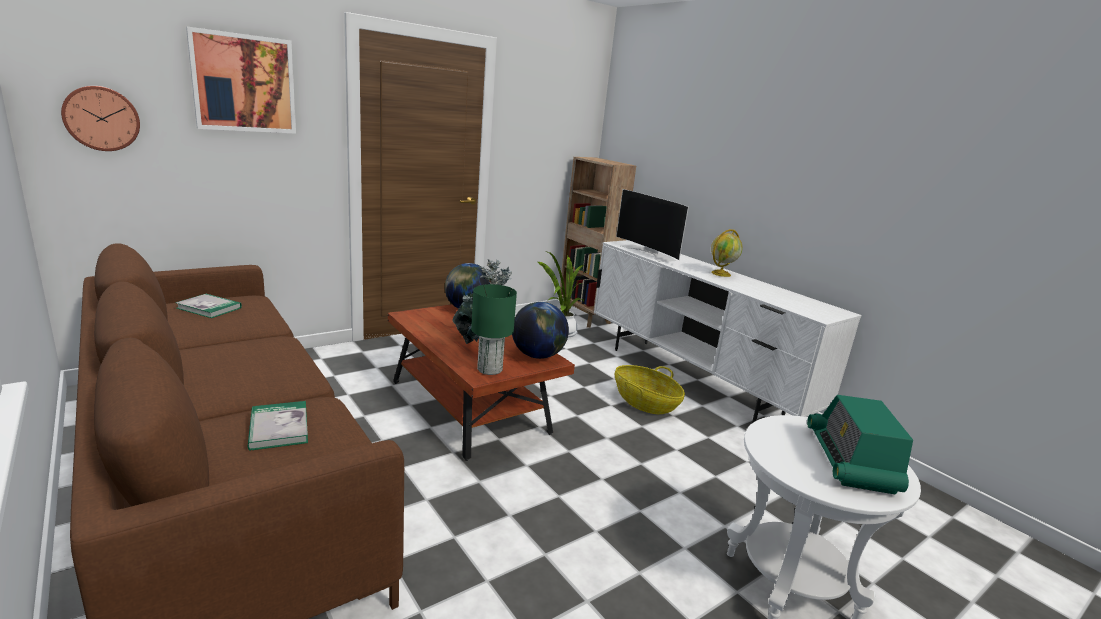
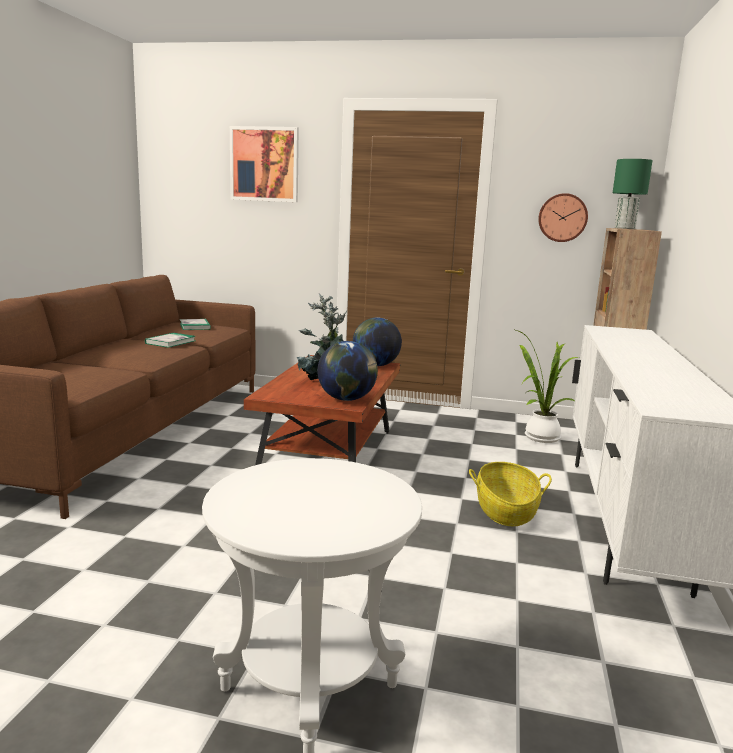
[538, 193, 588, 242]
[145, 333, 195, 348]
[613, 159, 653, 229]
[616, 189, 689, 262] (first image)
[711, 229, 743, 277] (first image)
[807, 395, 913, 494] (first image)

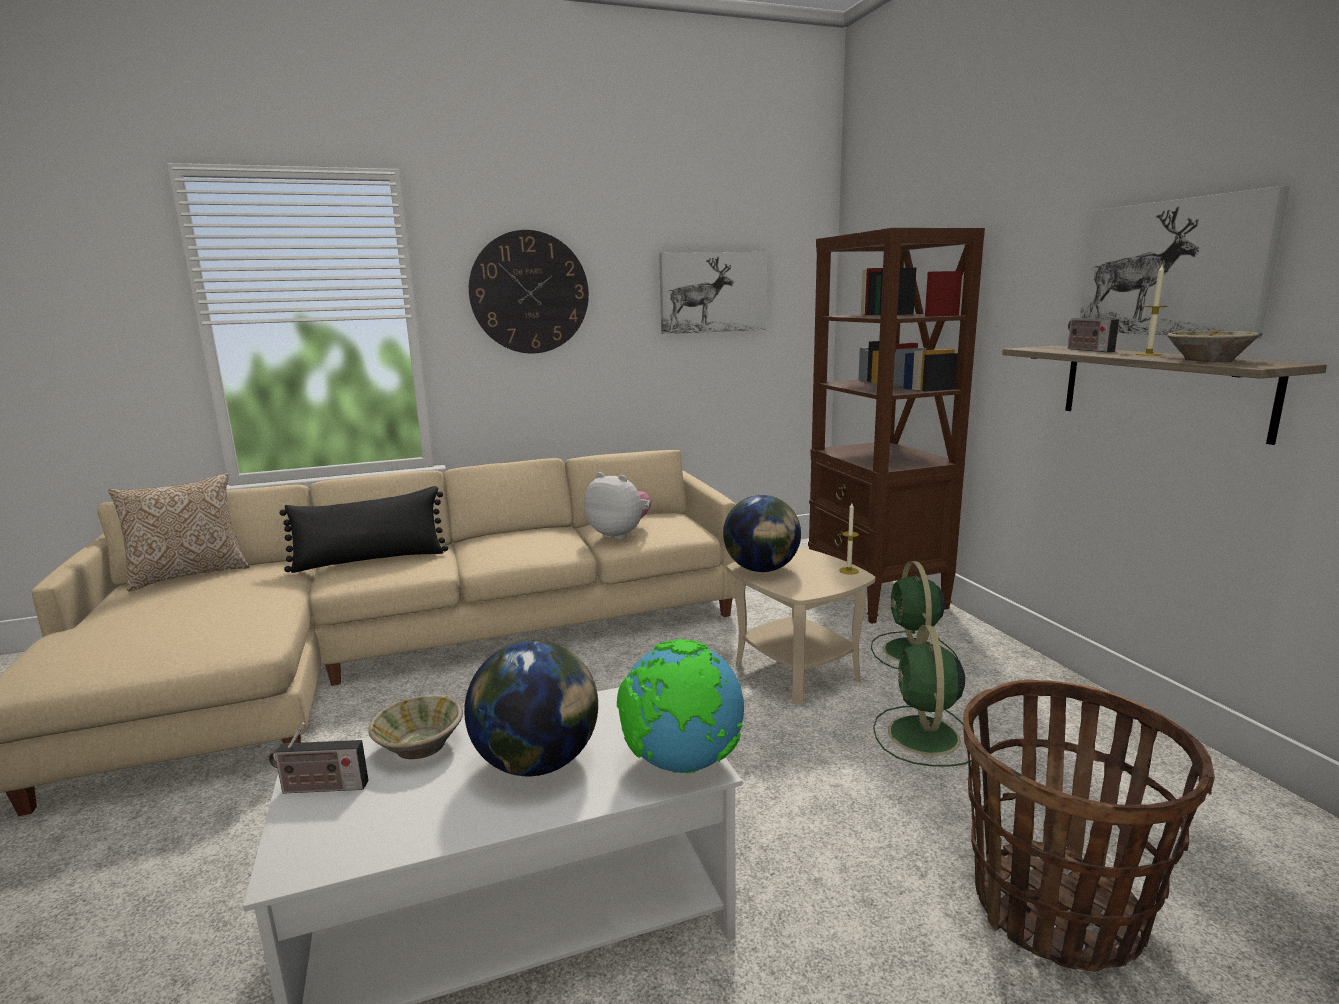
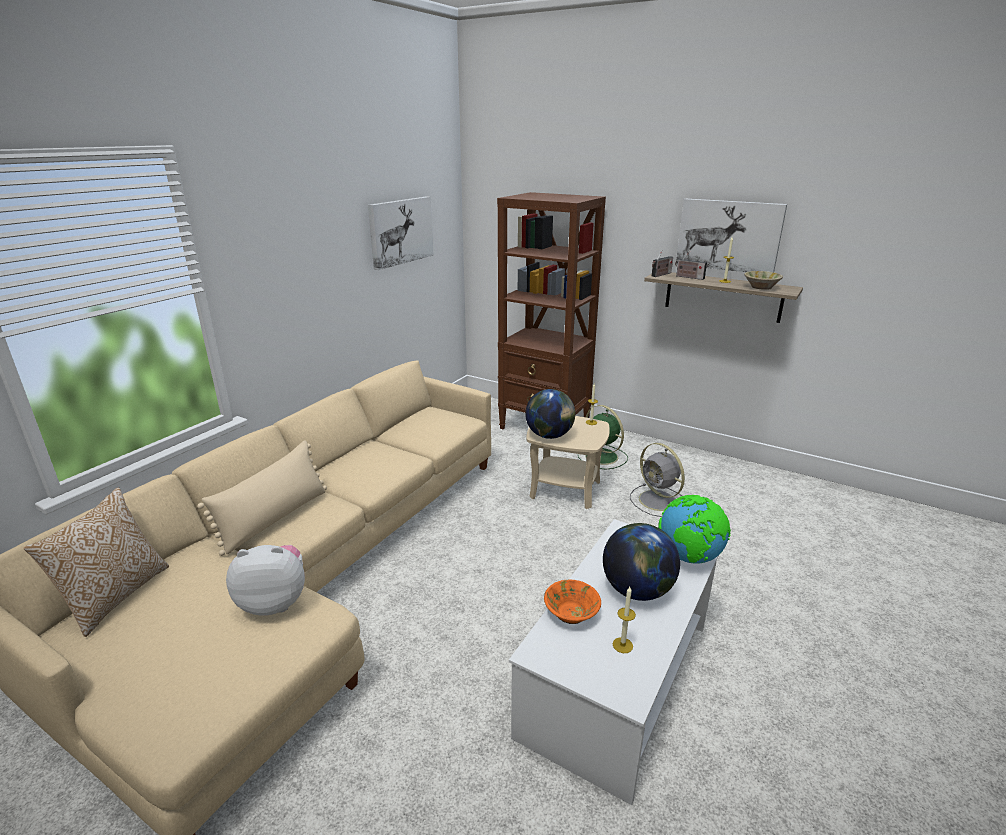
[652, 251, 673, 277]
[197, 440, 327, 556]
[544, 580, 601, 624]
[469, 230, 589, 354] (first image)
[226, 545, 305, 616]
[630, 443, 685, 517]
[963, 679, 1215, 971] (first image)
[613, 587, 636, 653]

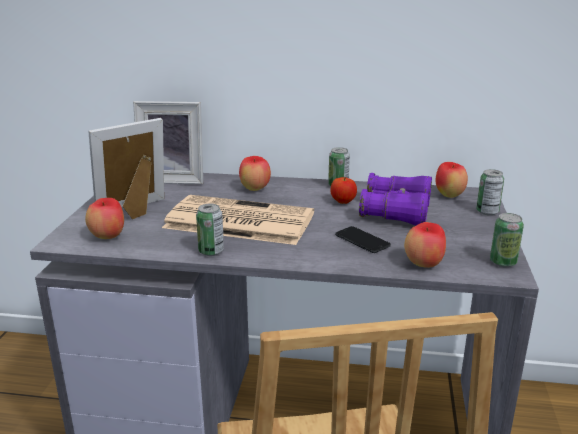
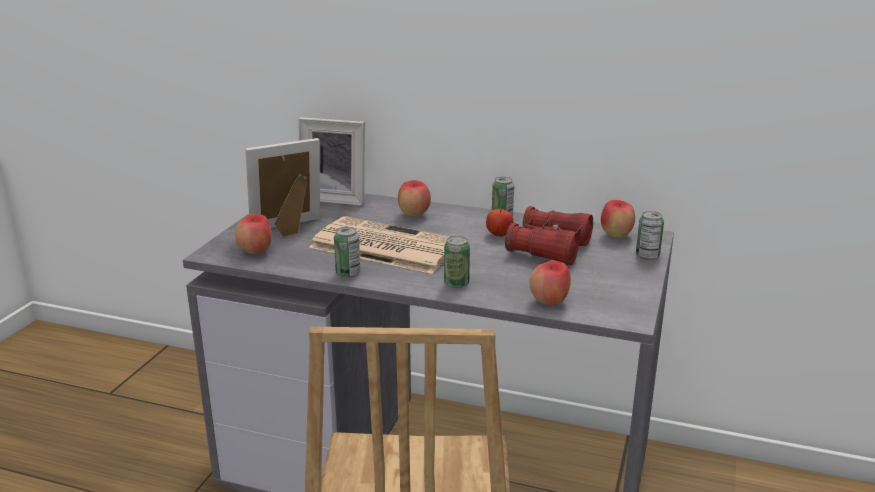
[335, 226, 391, 253] (first image)
[505, 206, 593, 265]
[444, 236, 470, 288]

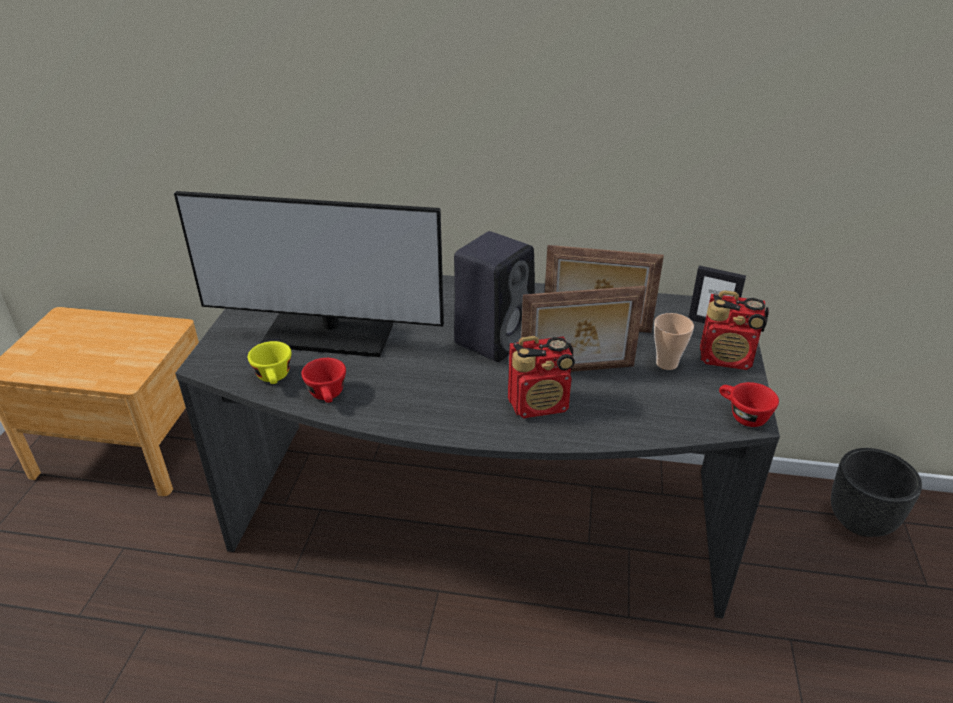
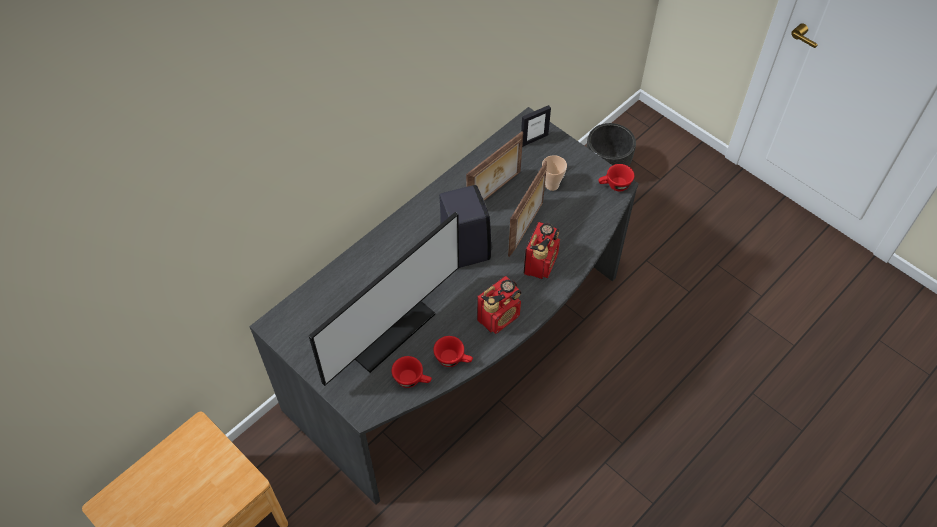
[392, 356, 432, 388]
[477, 276, 521, 334]

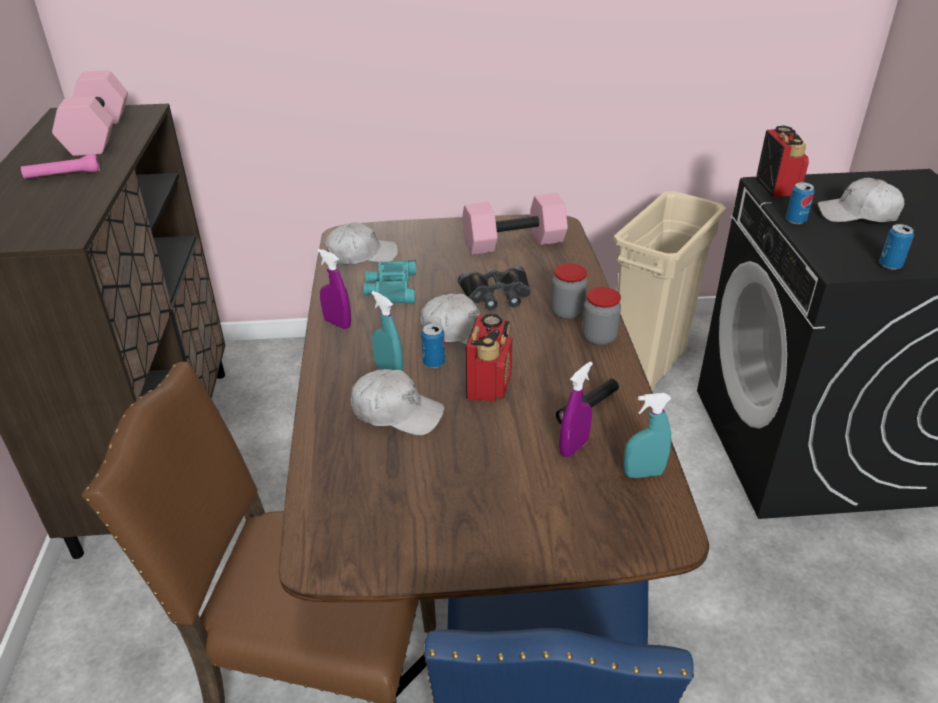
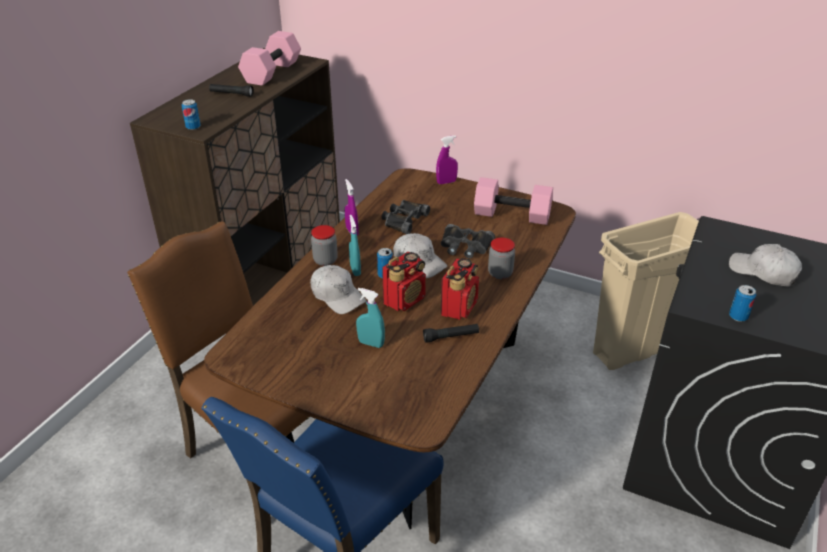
[209, 84, 254, 97]
[325, 222, 398, 265] (first image)
[382, 200, 430, 234]
[436, 135, 458, 184]
[311, 225, 338, 266]
[356, 288, 385, 348]
[441, 258, 479, 320]
[181, 99, 201, 130]

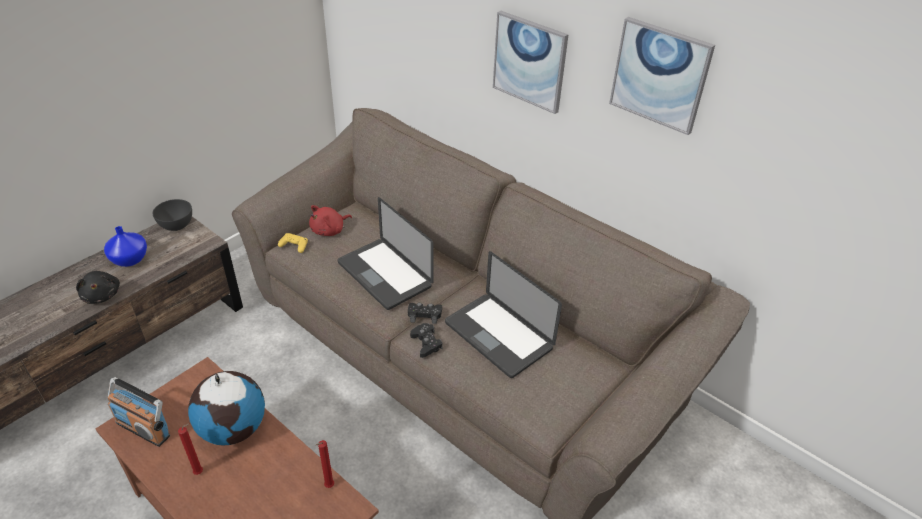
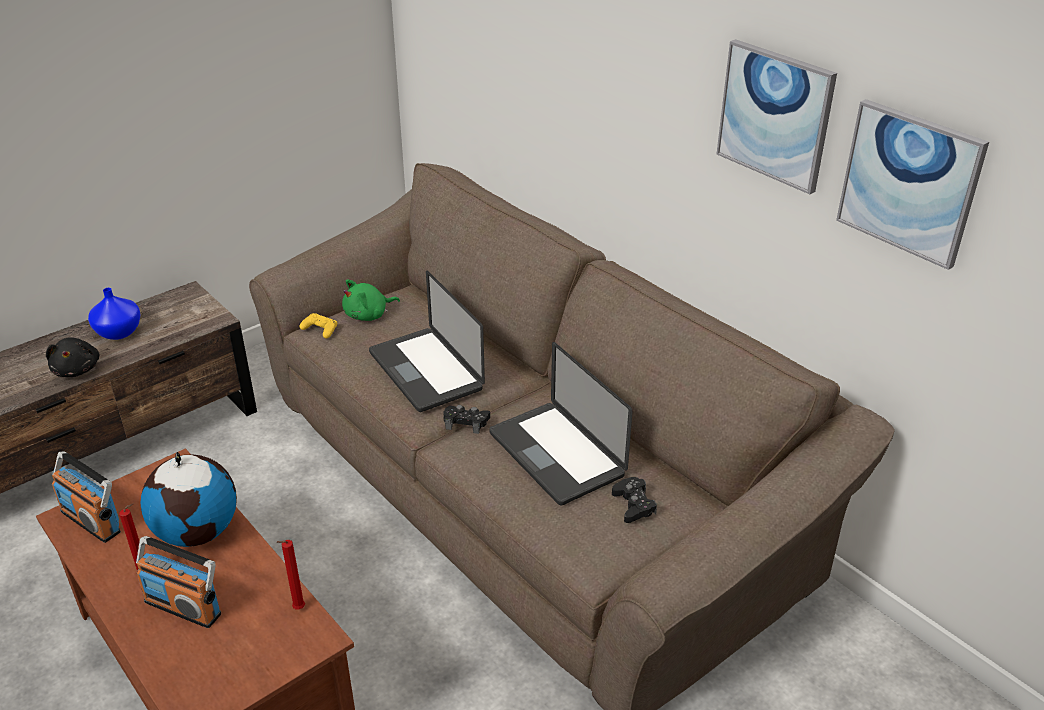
[152, 199, 192, 231] (first image)
[342, 280, 400, 321]
[612, 477, 657, 523]
[836, 99, 989, 270]
[136, 536, 221, 628]

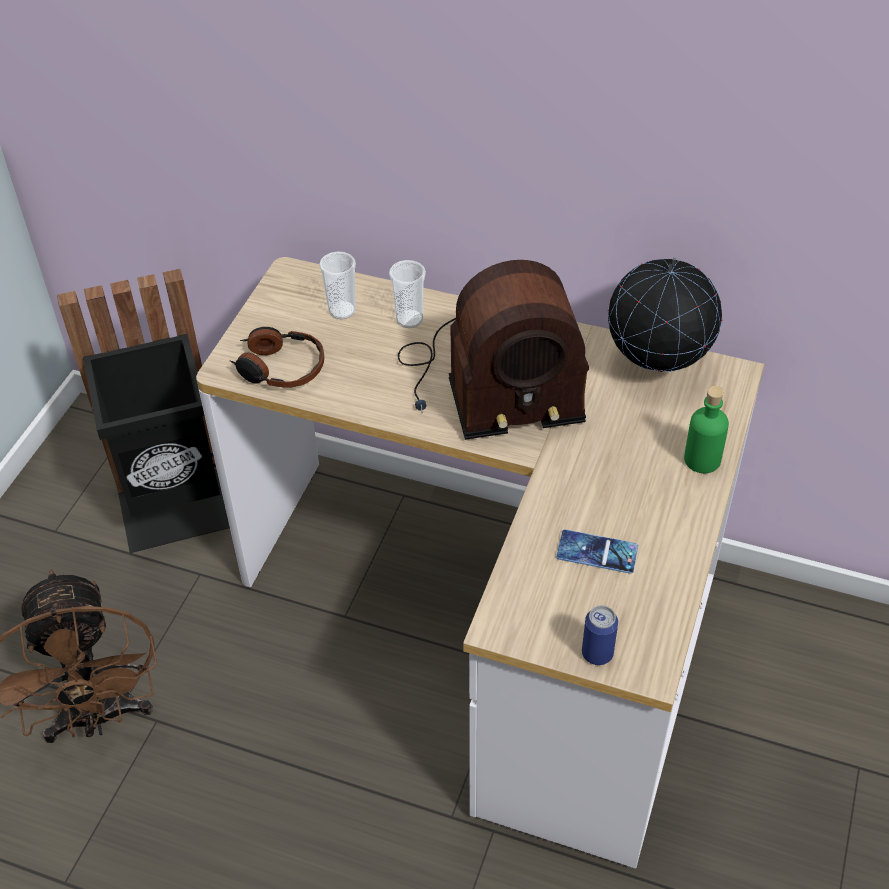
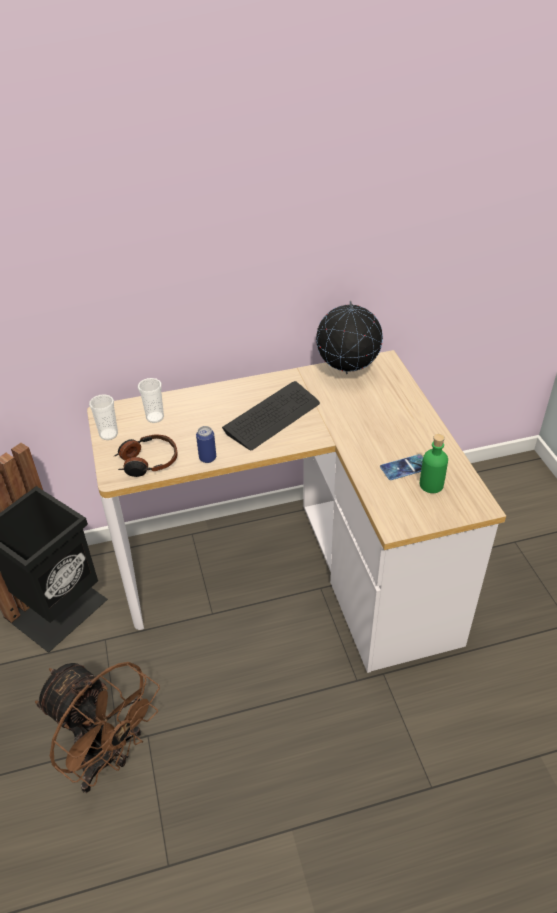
[89, 394, 118, 440]
[222, 381, 320, 450]
[196, 426, 216, 463]
[420, 434, 448, 493]

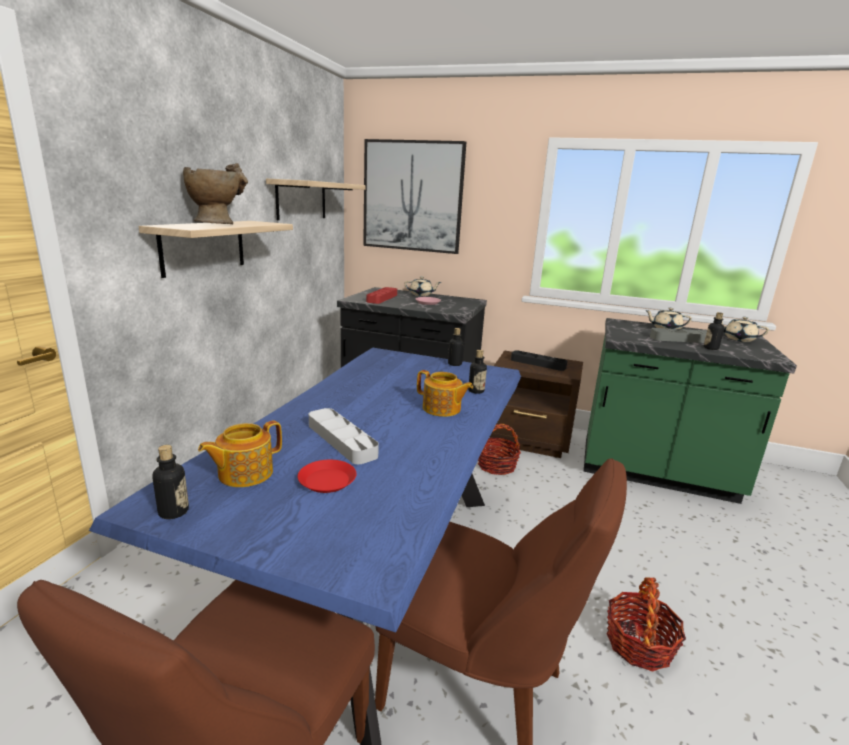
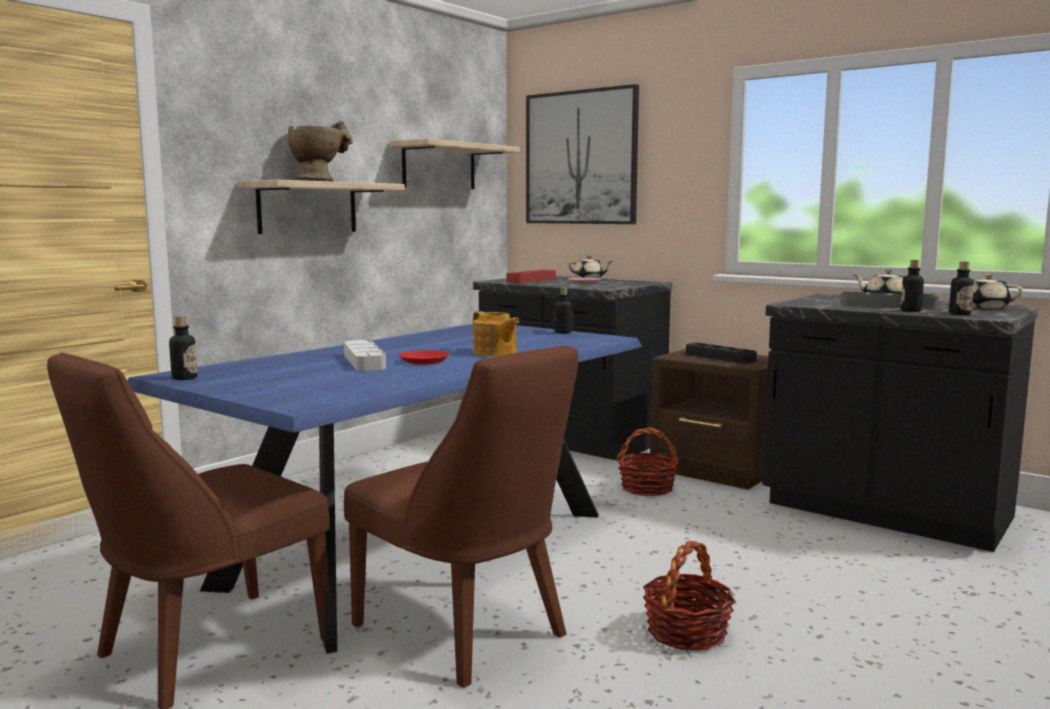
[198, 420, 282, 487] (first image)
[399, 350, 449, 364]
[949, 261, 974, 315]
[762, 294, 1039, 552]

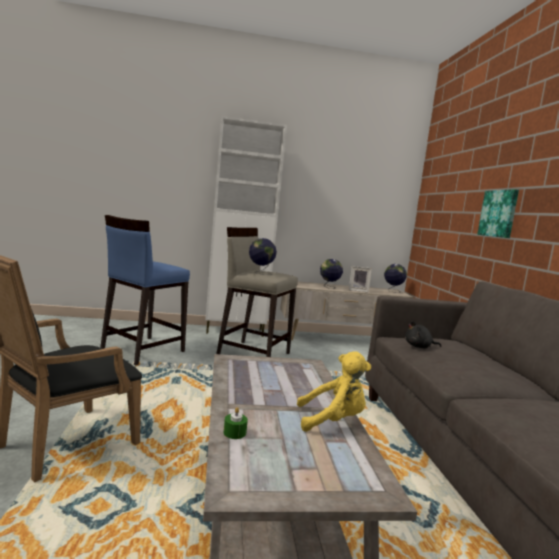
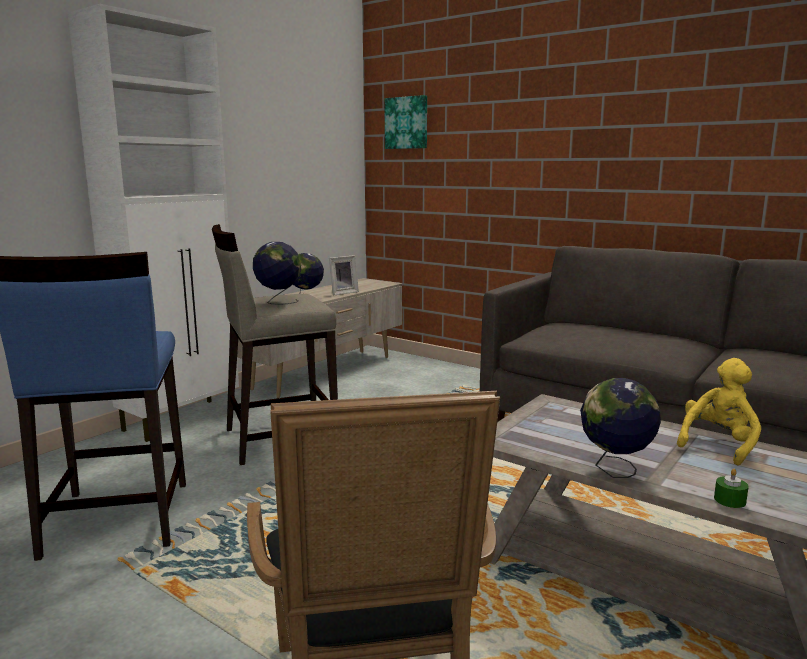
[580, 378, 661, 478]
[405, 321, 441, 348] (first image)
[384, 95, 427, 149]

